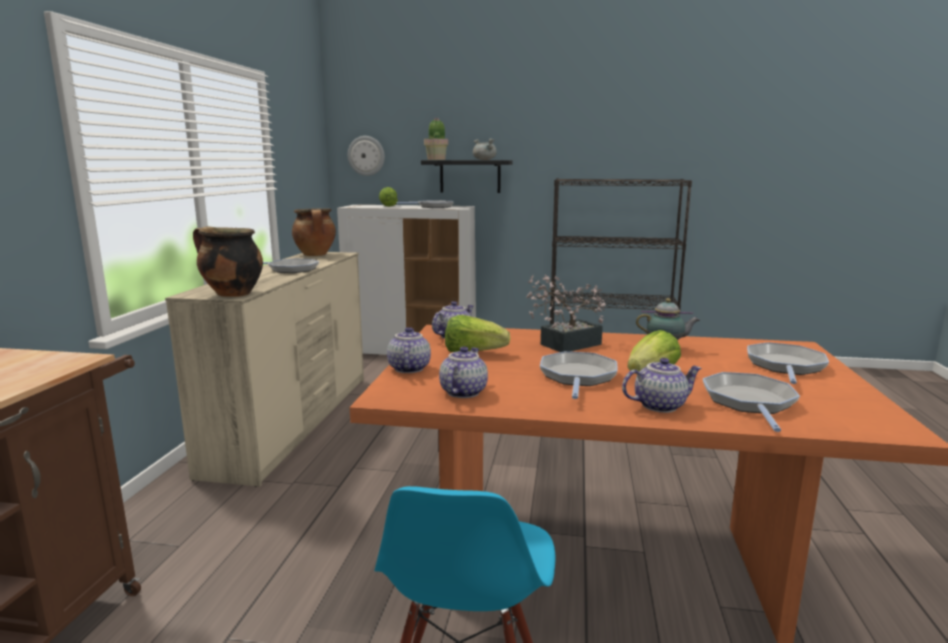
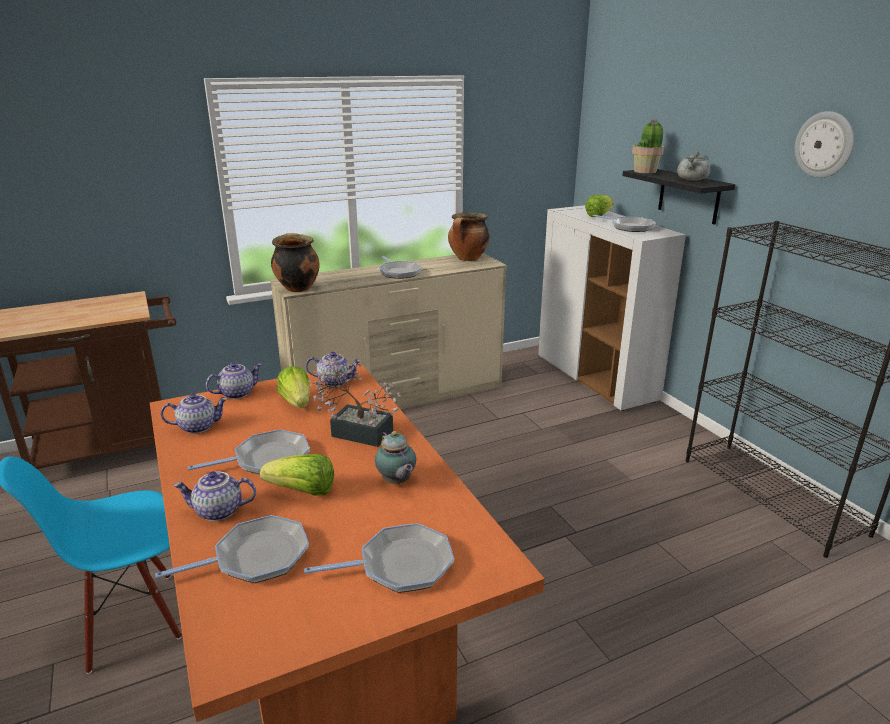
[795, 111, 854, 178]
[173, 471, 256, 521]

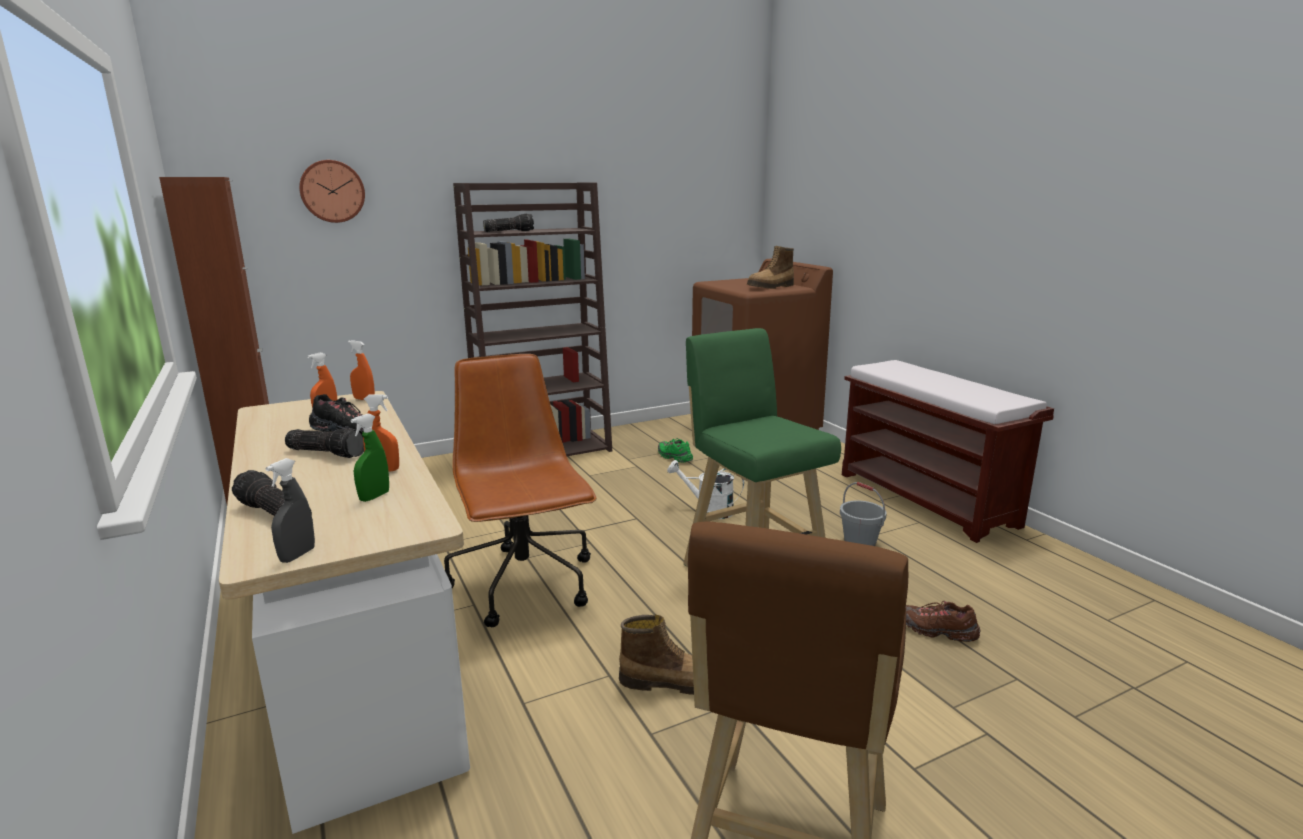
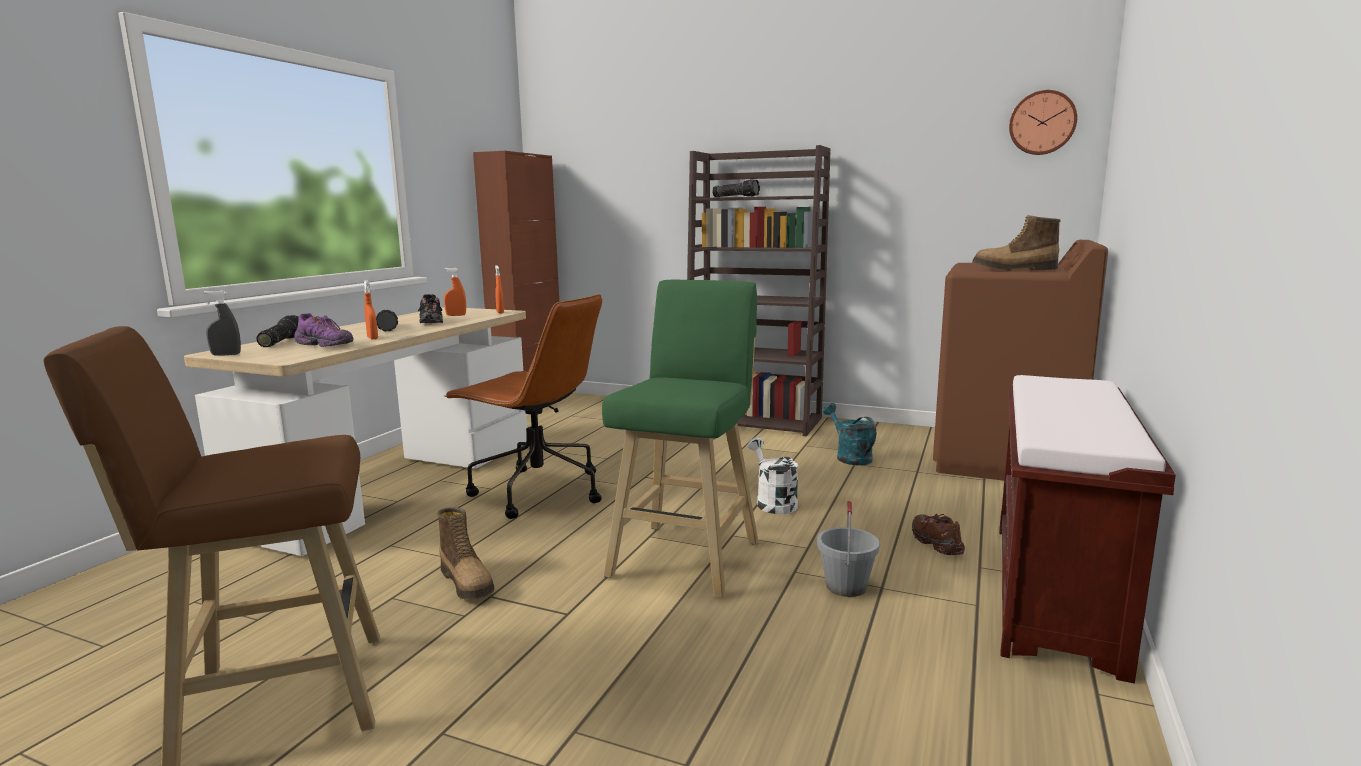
[1009, 90, 1077, 155]
[294, 313, 353, 347]
[444, 294, 602, 519]
[823, 403, 876, 465]
[912, 513, 965, 555]

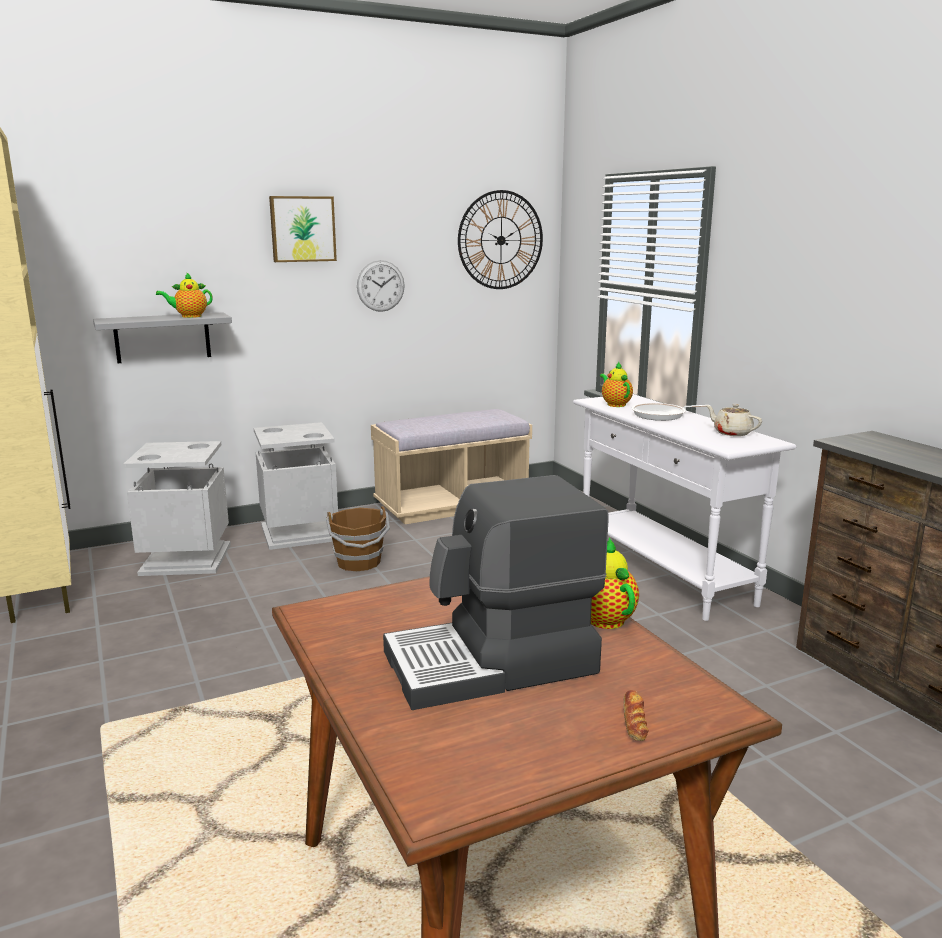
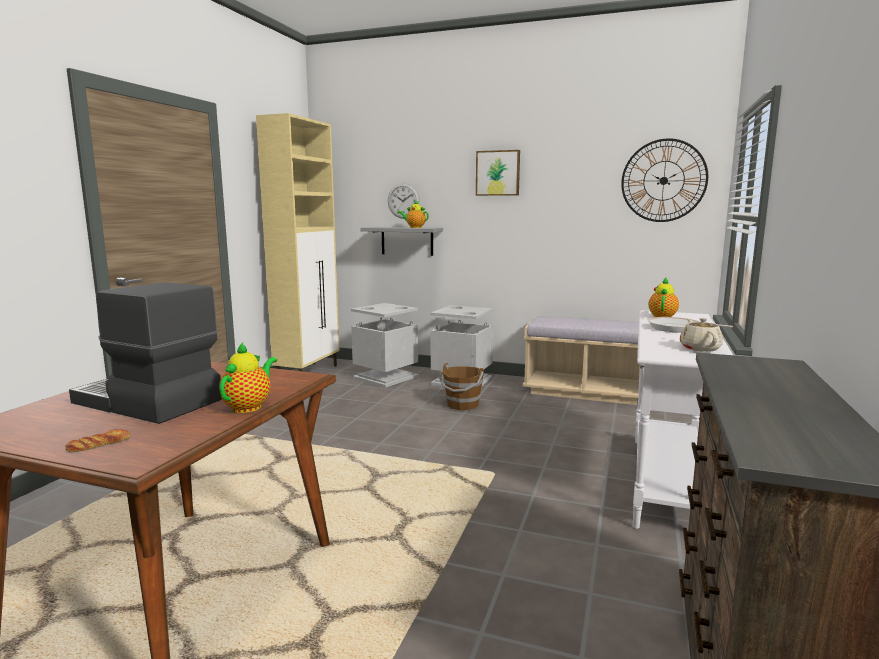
[388, 183, 420, 219]

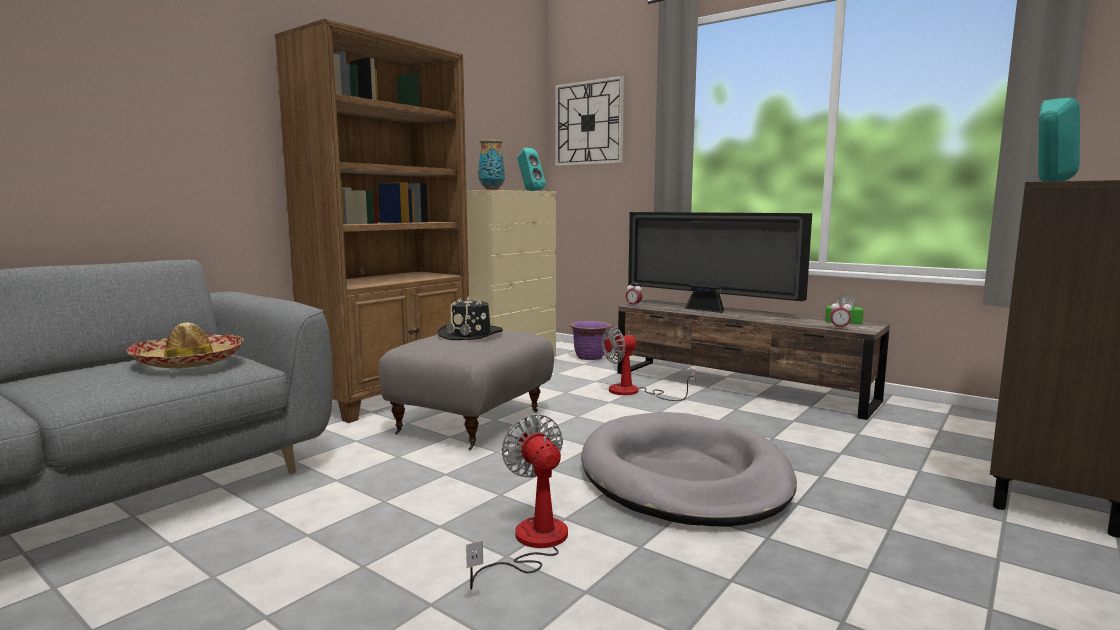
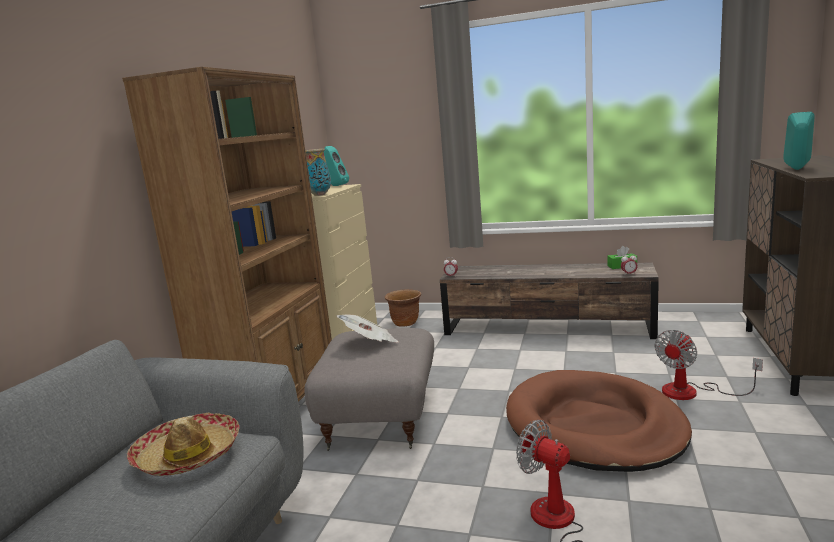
[336, 314, 399, 342]
[555, 76, 624, 166] (first image)
[385, 289, 421, 326]
[506, 370, 692, 472]
[655, 330, 763, 400]
[628, 212, 812, 313] (first image)

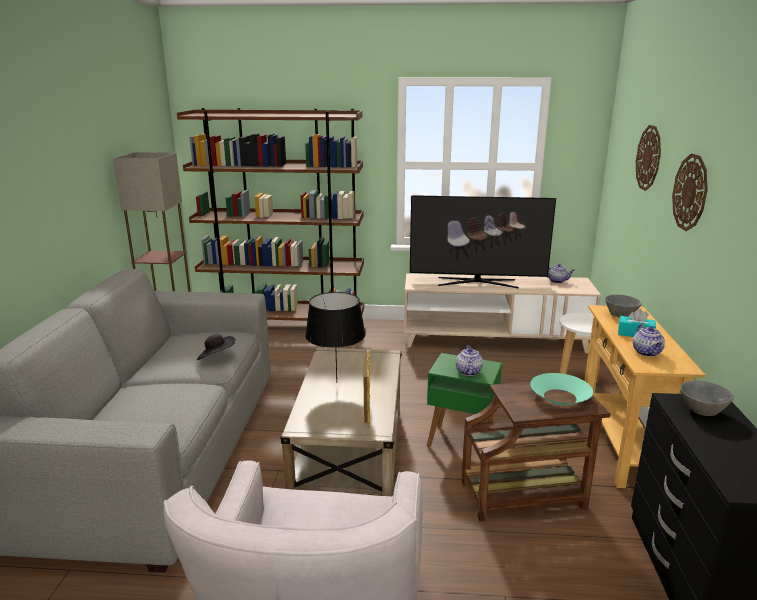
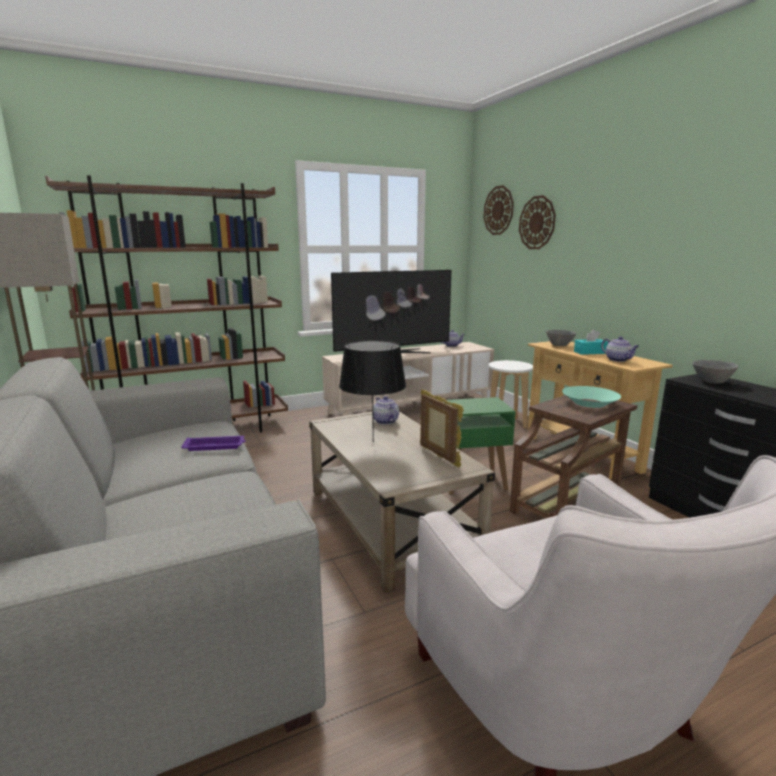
[181, 436, 246, 451]
[373, 396, 399, 425]
[484, 185, 514, 235]

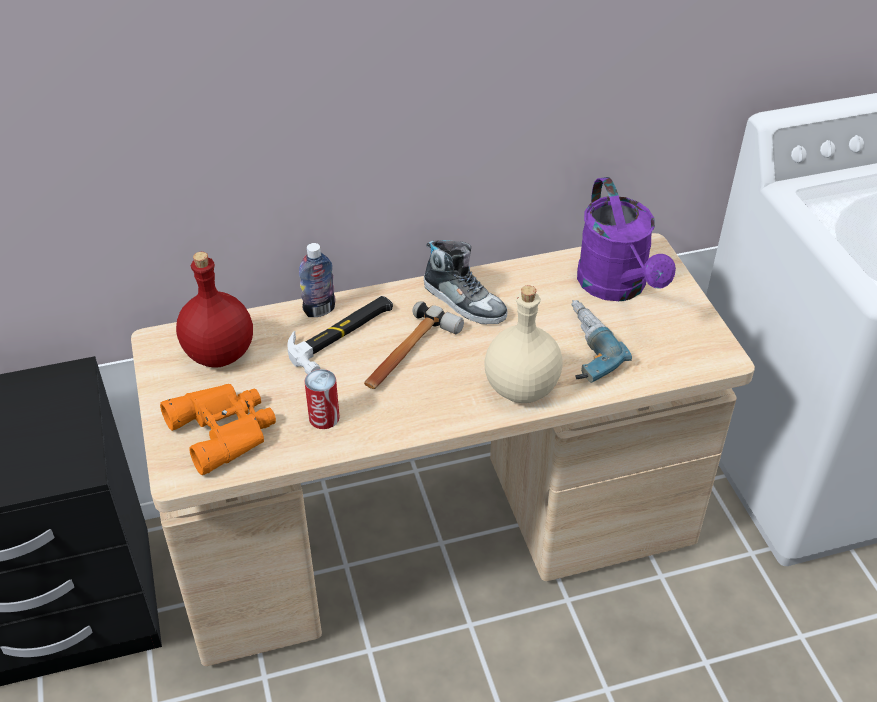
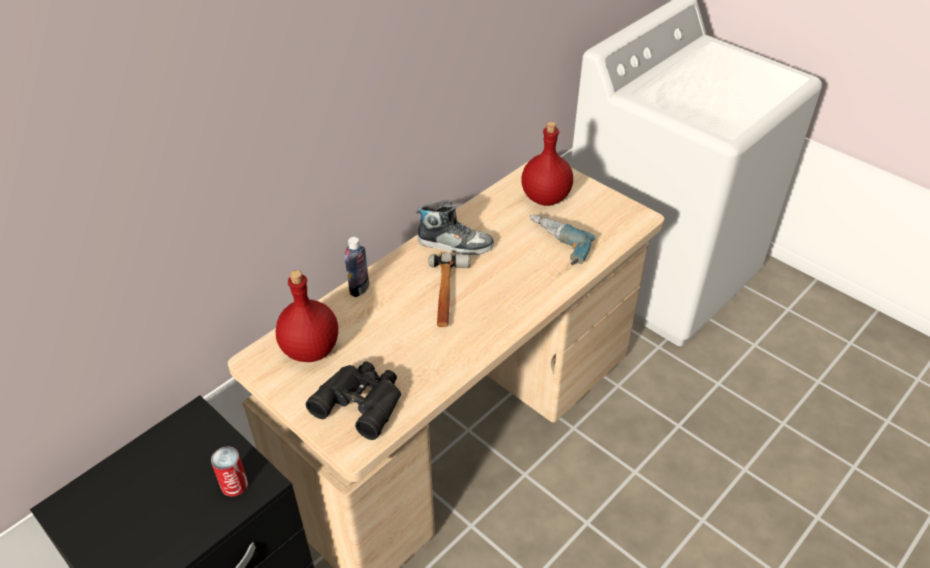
[306, 361, 401, 440]
[288, 296, 393, 374] (first image)
[211, 446, 248, 497]
[484, 286, 563, 403] (first image)
[521, 122, 573, 206]

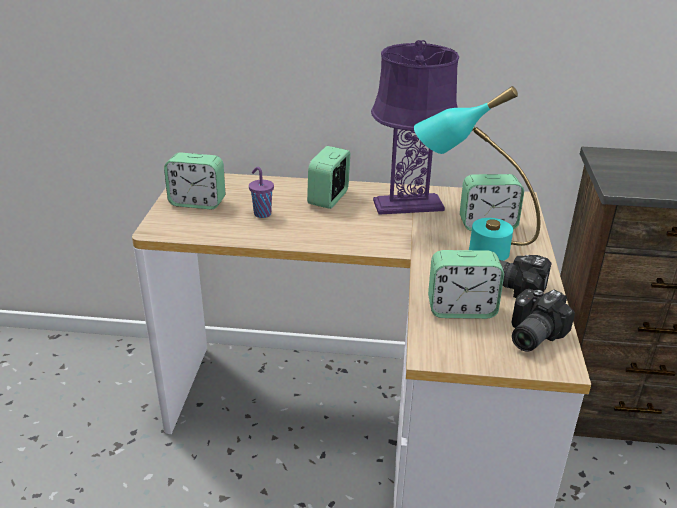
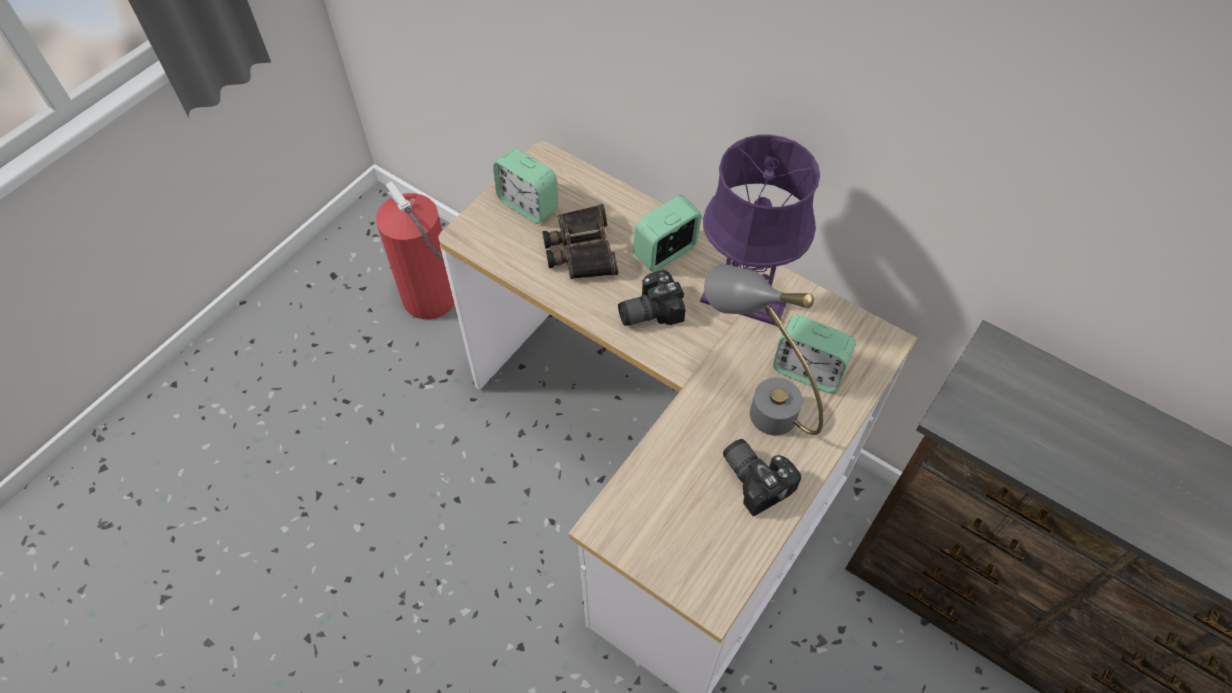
[542, 204, 618, 279]
[704, 264, 824, 436]
[428, 250, 504, 319] (first image)
[618, 270, 685, 326]
[376, 181, 455, 319]

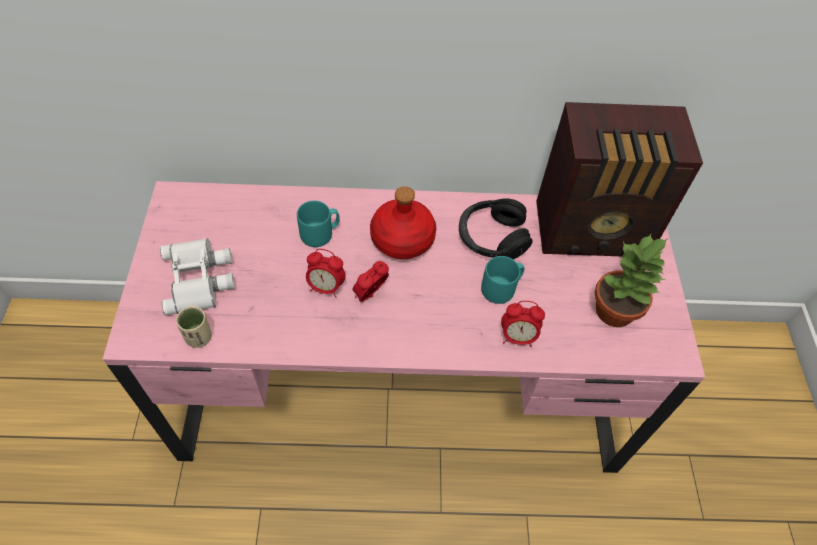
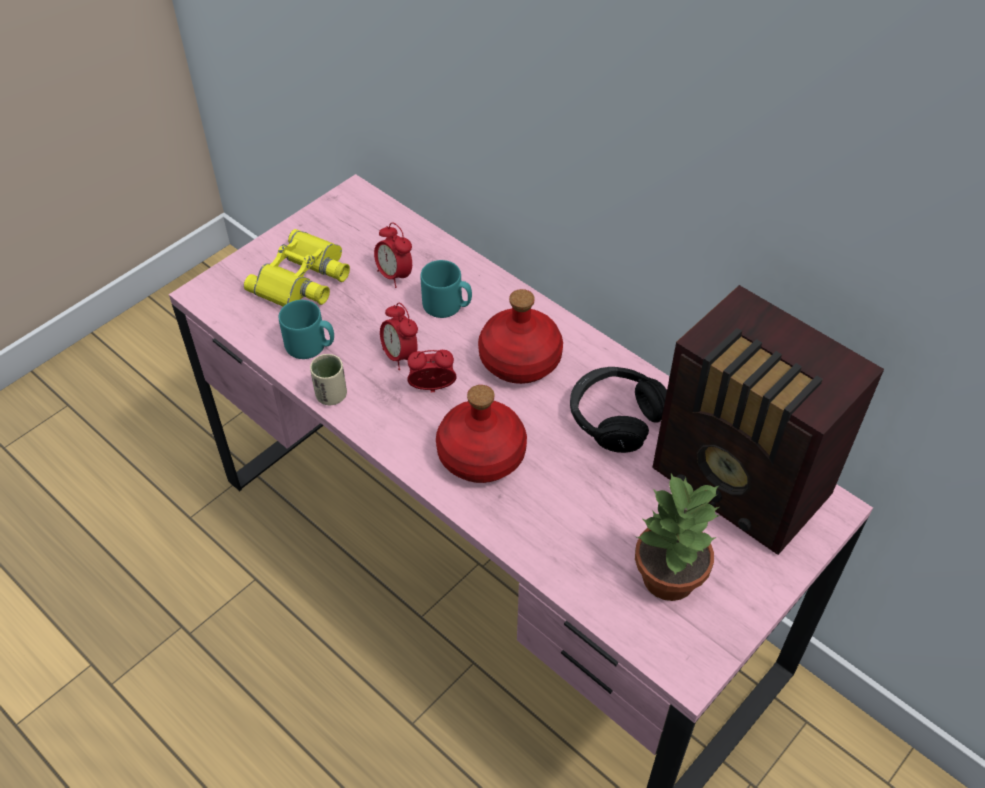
[244, 229, 350, 307]
[310, 354, 347, 405]
[279, 300, 334, 359]
[374, 222, 412, 288]
[436, 385, 527, 483]

